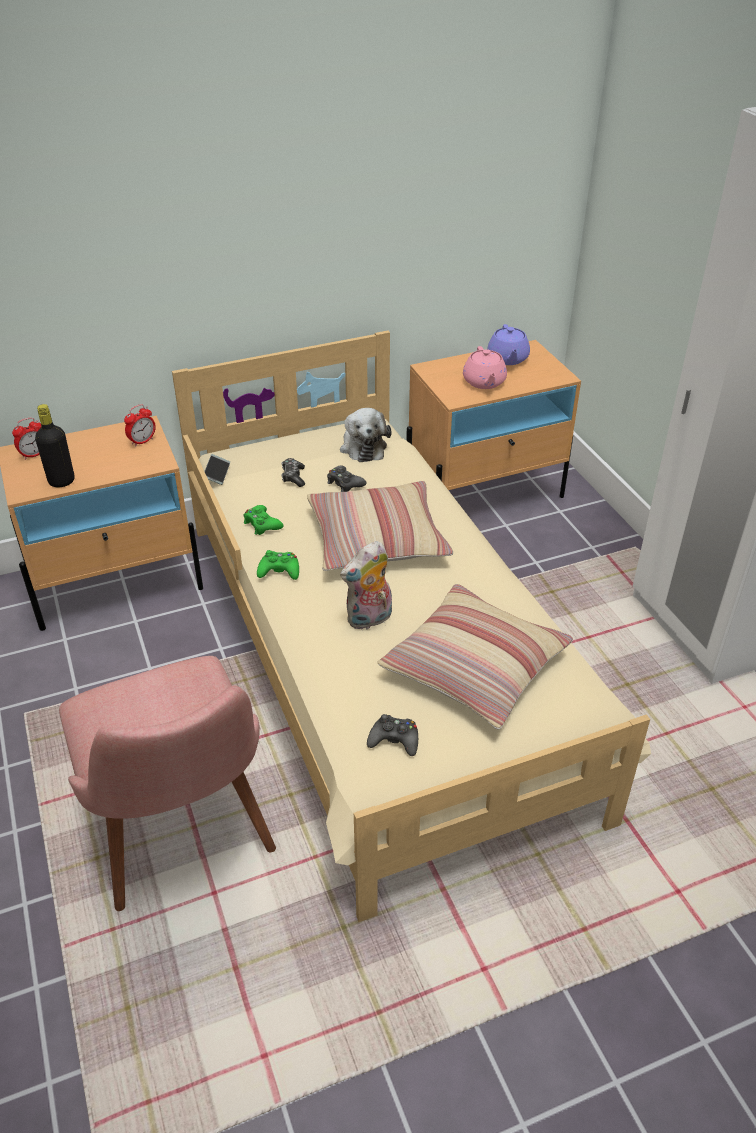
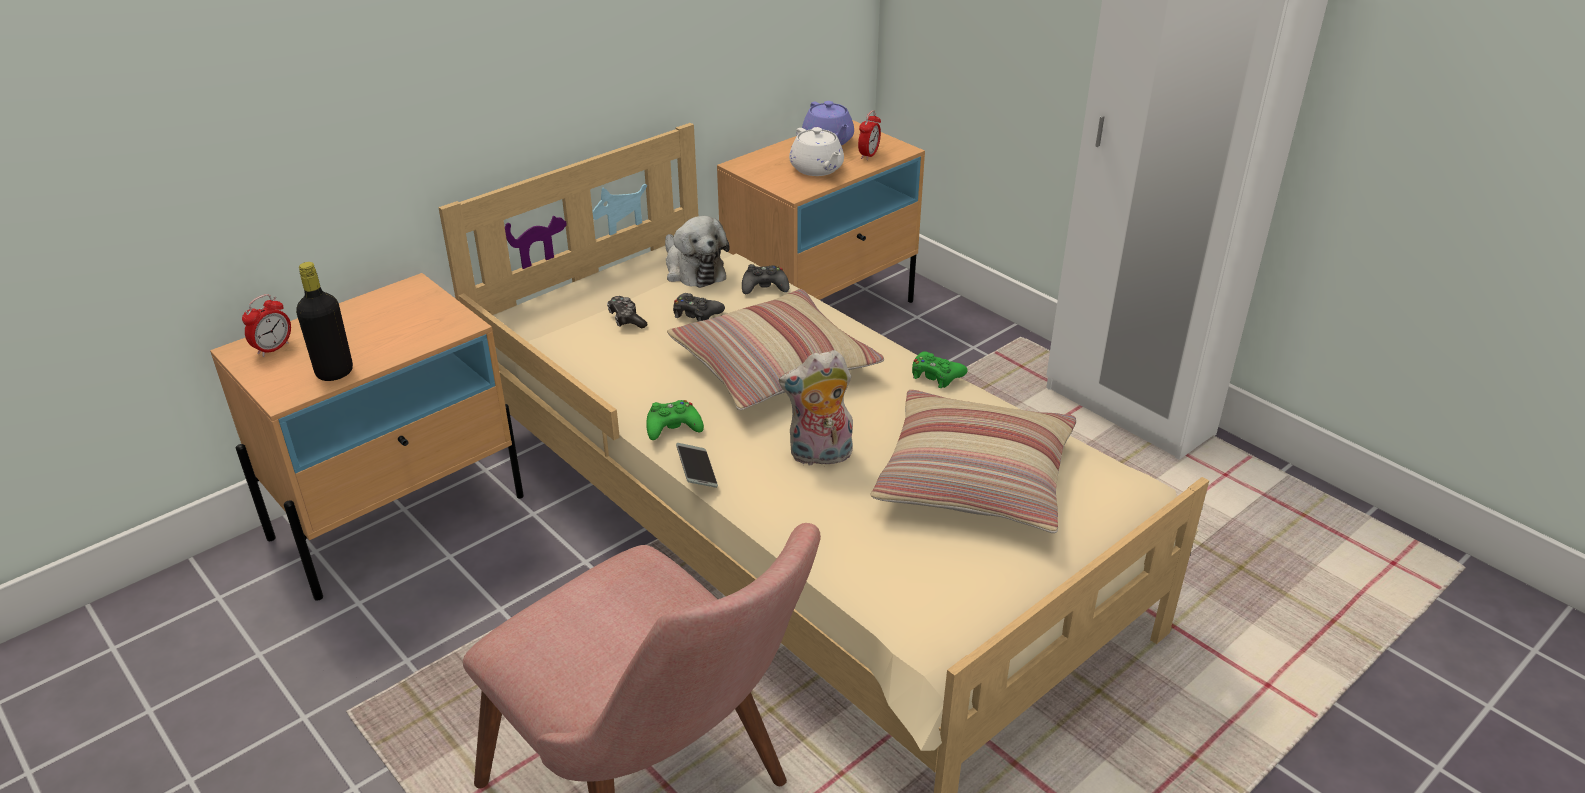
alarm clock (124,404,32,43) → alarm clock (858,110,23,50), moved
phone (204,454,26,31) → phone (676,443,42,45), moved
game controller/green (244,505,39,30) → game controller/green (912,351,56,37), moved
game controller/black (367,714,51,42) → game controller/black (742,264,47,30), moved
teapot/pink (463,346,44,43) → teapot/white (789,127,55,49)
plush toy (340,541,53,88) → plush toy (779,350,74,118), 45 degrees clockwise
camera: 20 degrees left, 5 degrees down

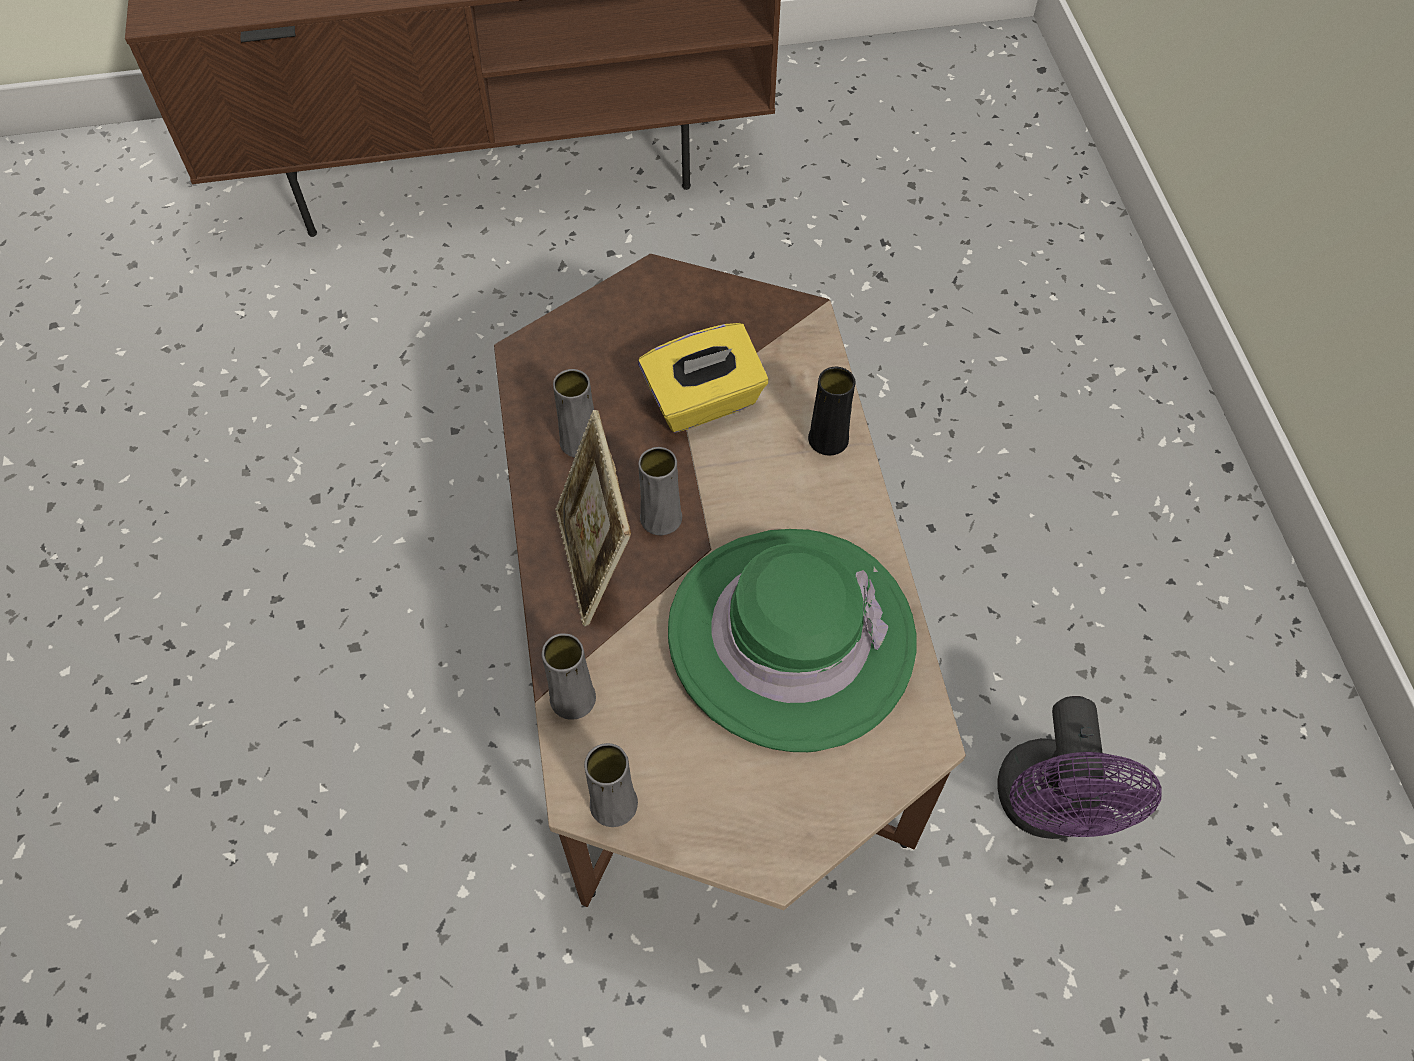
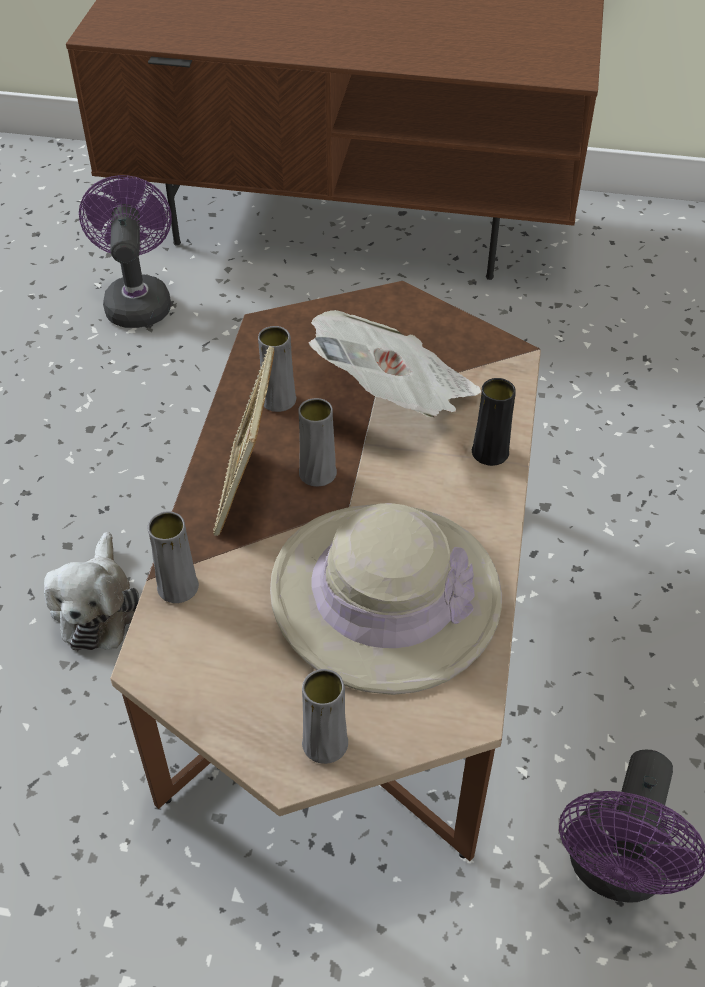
- → plush toy (44,532,95,118)
- → fan/purple (79,175,93,153)
vase/grey (584,743,54,84) → vase/grey (302,669,46,95), moved
tissue box/yellow (638,323,130,110) → newspaper (308,310,173,108)
hat/green (668,529,249,223) → hat/beige (270,503,232,192)
camera: 20 degrees right, 10 degrees down

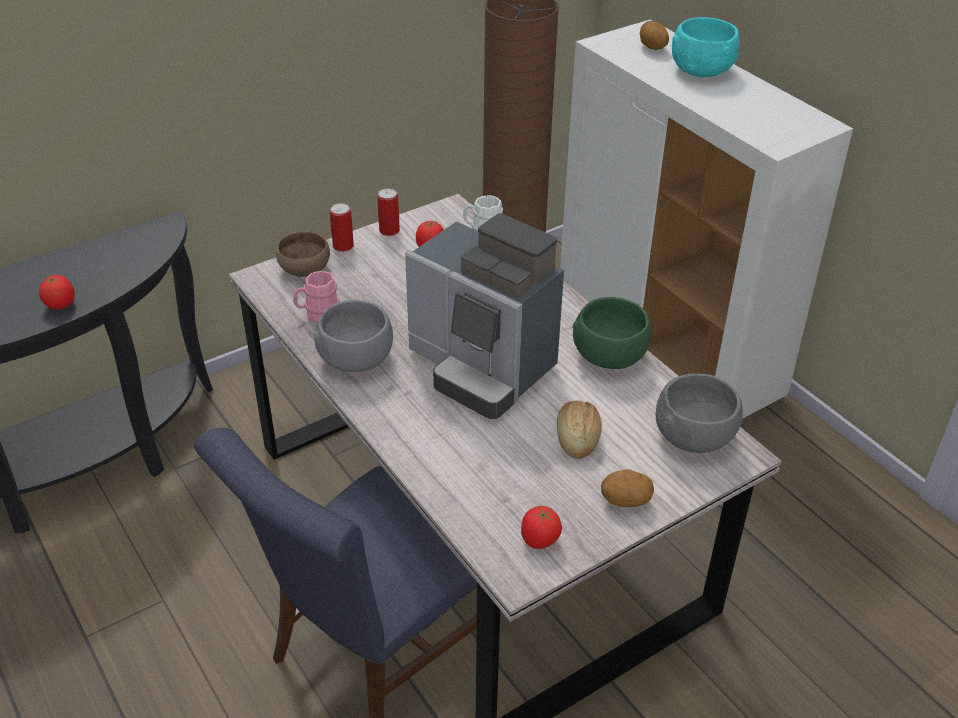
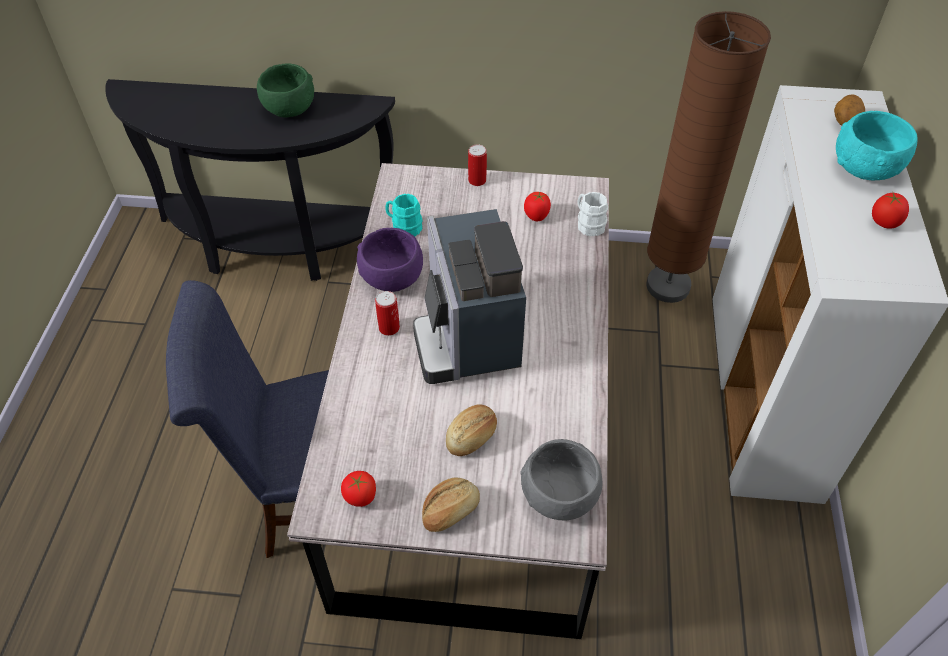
bowl/brown (276,232,54,45) → -
tomato (39,275,36,35) → tomato (872,191,37,38), moved
can (377,188,23,48) → can (375,291,25,45), moved
bowl/green (573,297,78,72) → bowl/green (257,63,57,55), moved
potato (601,470,53,37) → bread (422,478,58,54)
mug/pink (293,271,47,52) → mug/turquoise (385,194,38,42)
bowl/grey (314,300,79,72) → bowl/purple (357,228,66,64)
camera: 40 degrees right, 10 degrees up

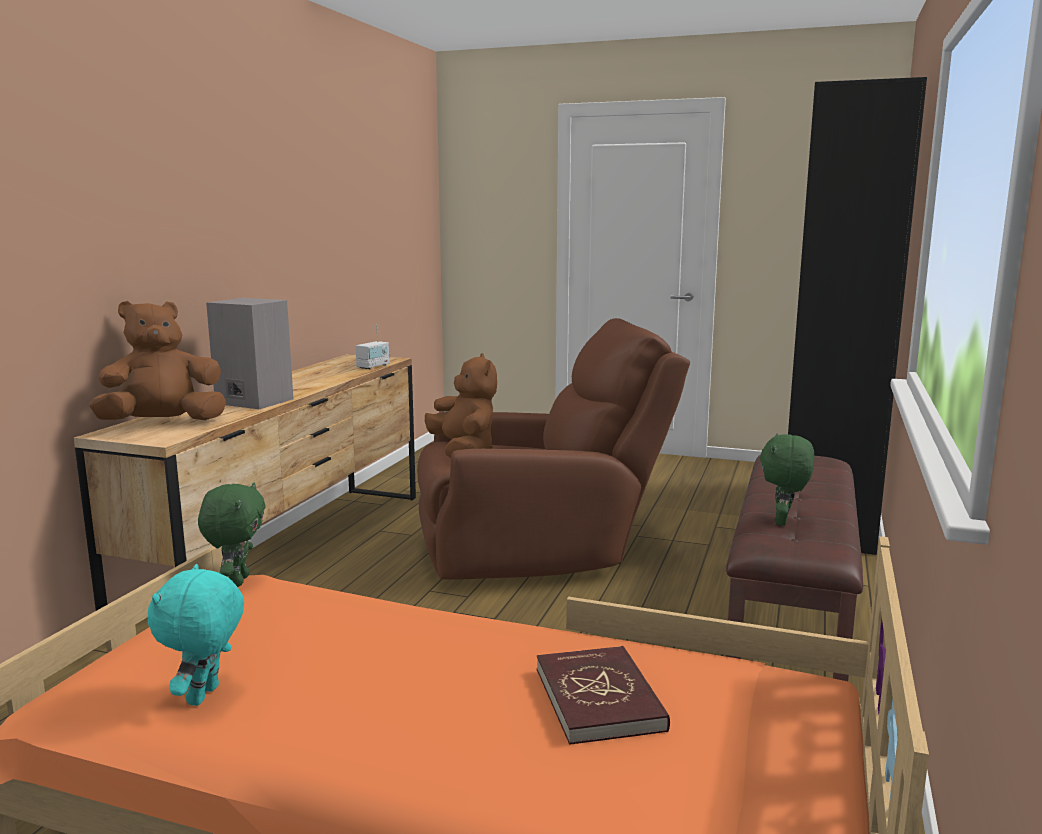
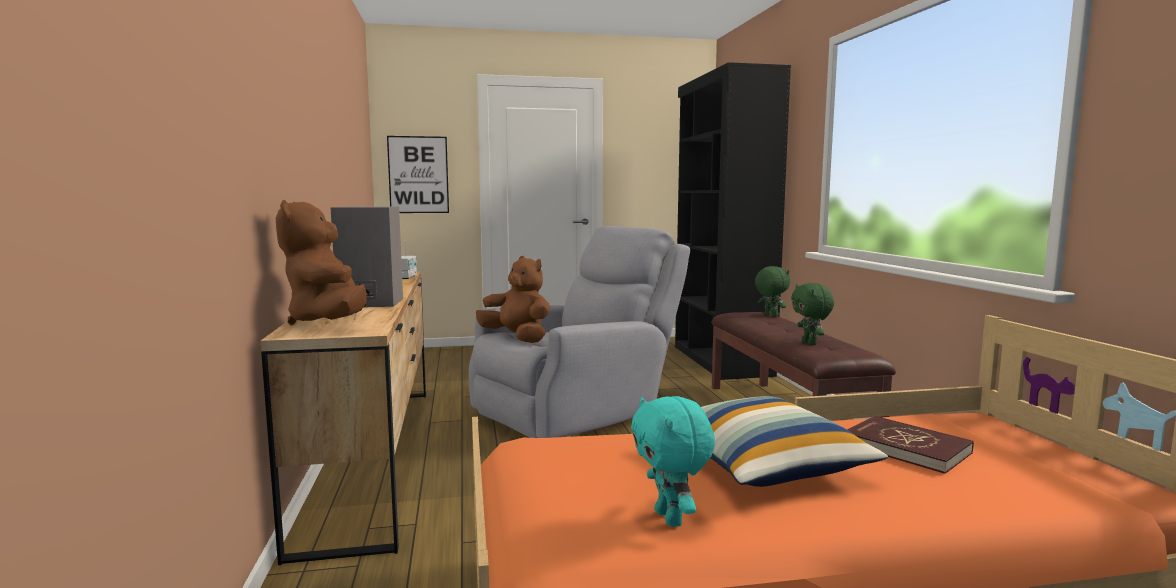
- → picture (387,136,62,77)
- → pillow (701,396,187,91)
plush toy/green (198,483,68,104) → plush toy/green (755,266,35,51), moved
armchair/brown (417,318,273,262) → armchair/grey (469,226,221,212)
plush toy/brown (89,301,137,119) → plush toy/brown (276,200,91,125), 45 degrees counterclockwise
camera: 30 degrees left, 5 degrees down

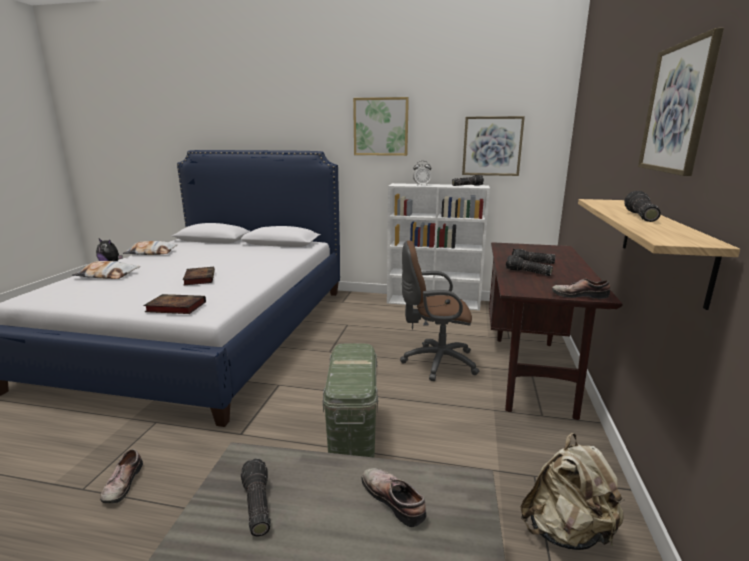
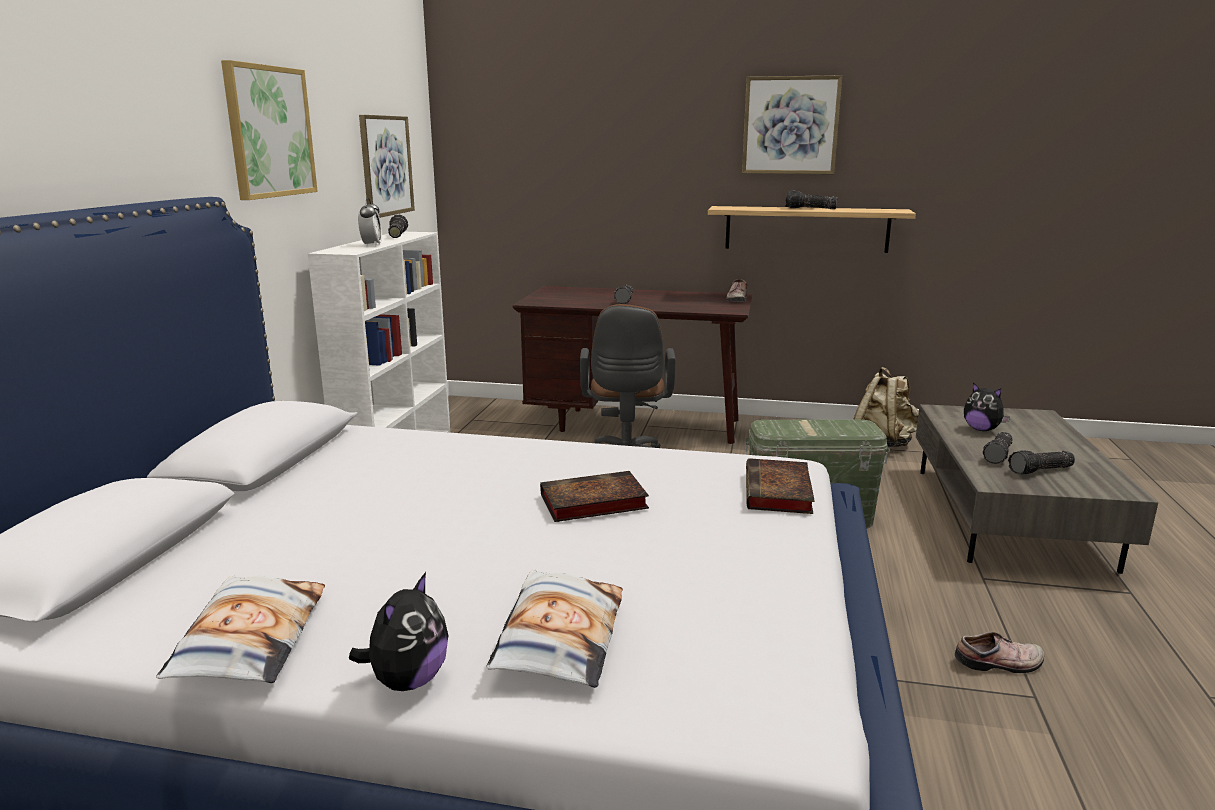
flashlight (506,255,47,21) → flashlight (983,432,30,32), moved
shoe (362,468,65,59) → plush toy (964,382,46,49)
camera: 90 degrees left, 0 degrees up

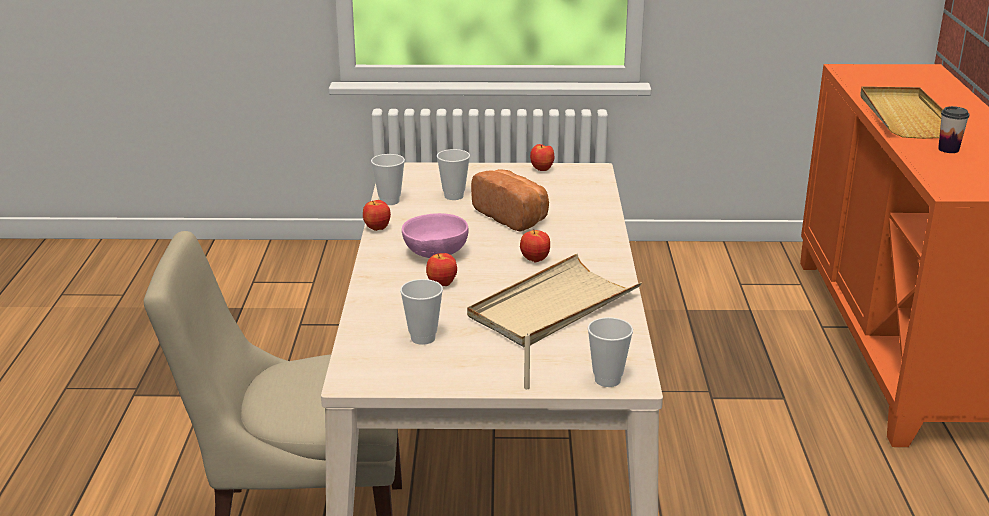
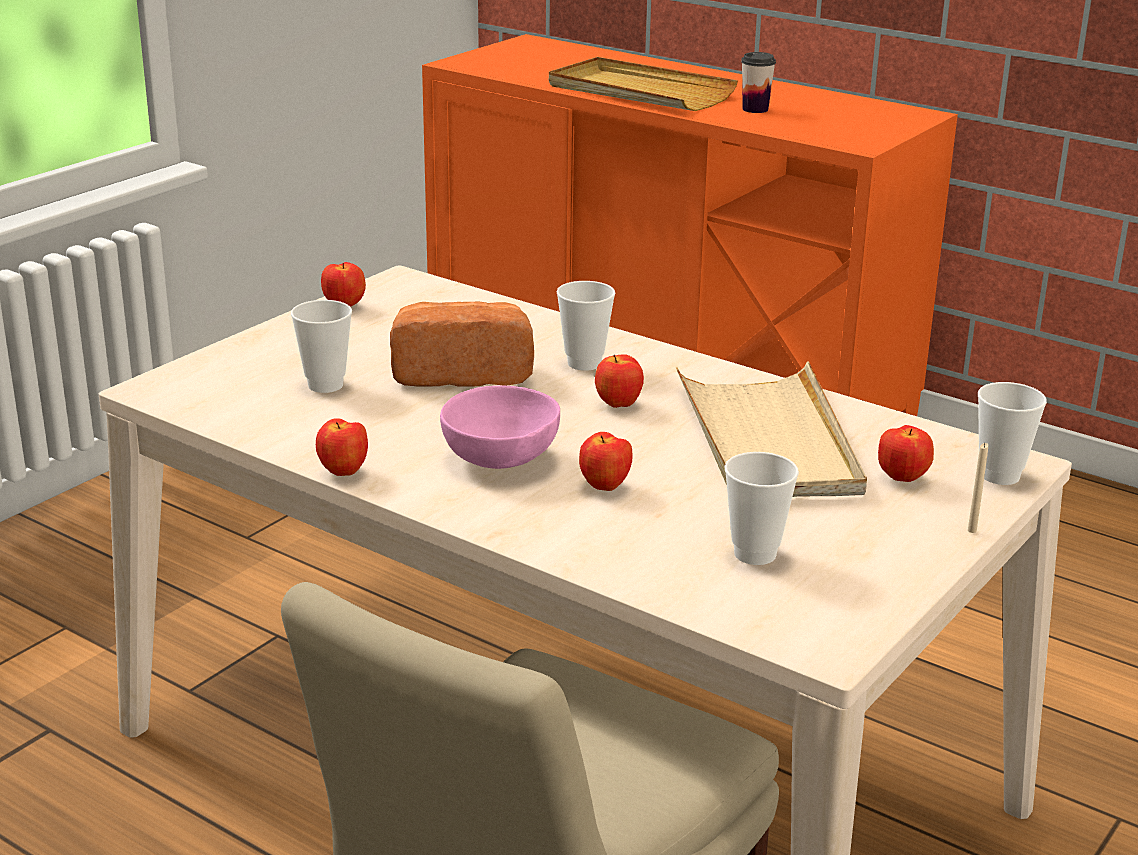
- → apple (878,425,56,57)
cup (371,154,34,51) → cup (557,281,58,90), moved
camera: 55 degrees left, 0 degrees up

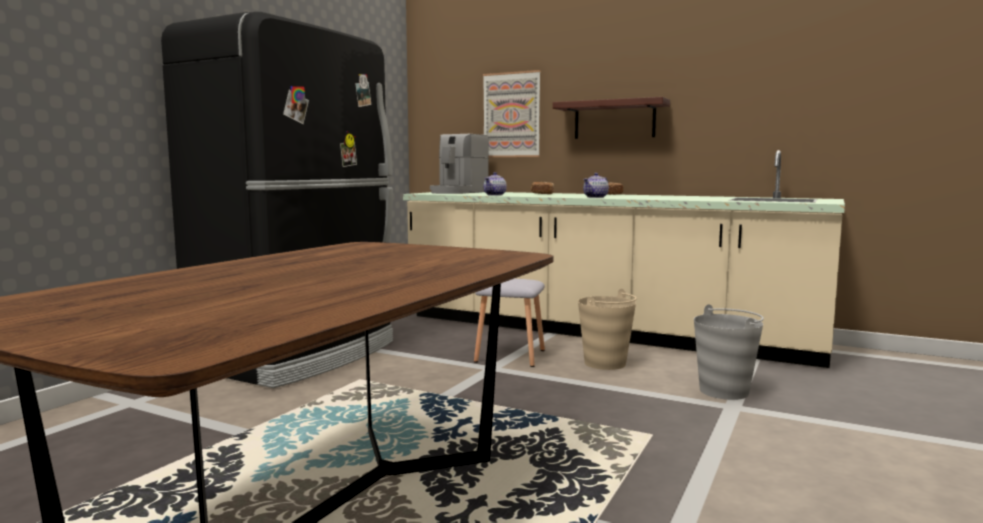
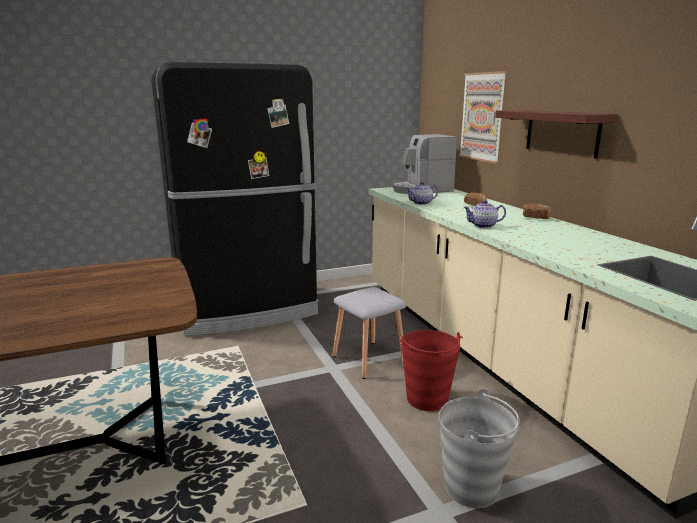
bucket/beige (578,289,59,81) → bucket/red (400,330,63,81)
camera: 40 degrees right, 10 degrees up

